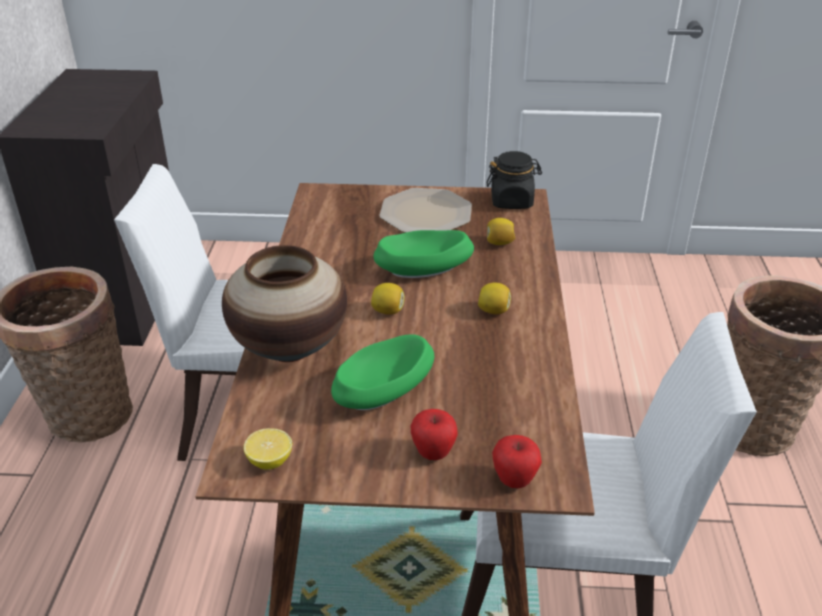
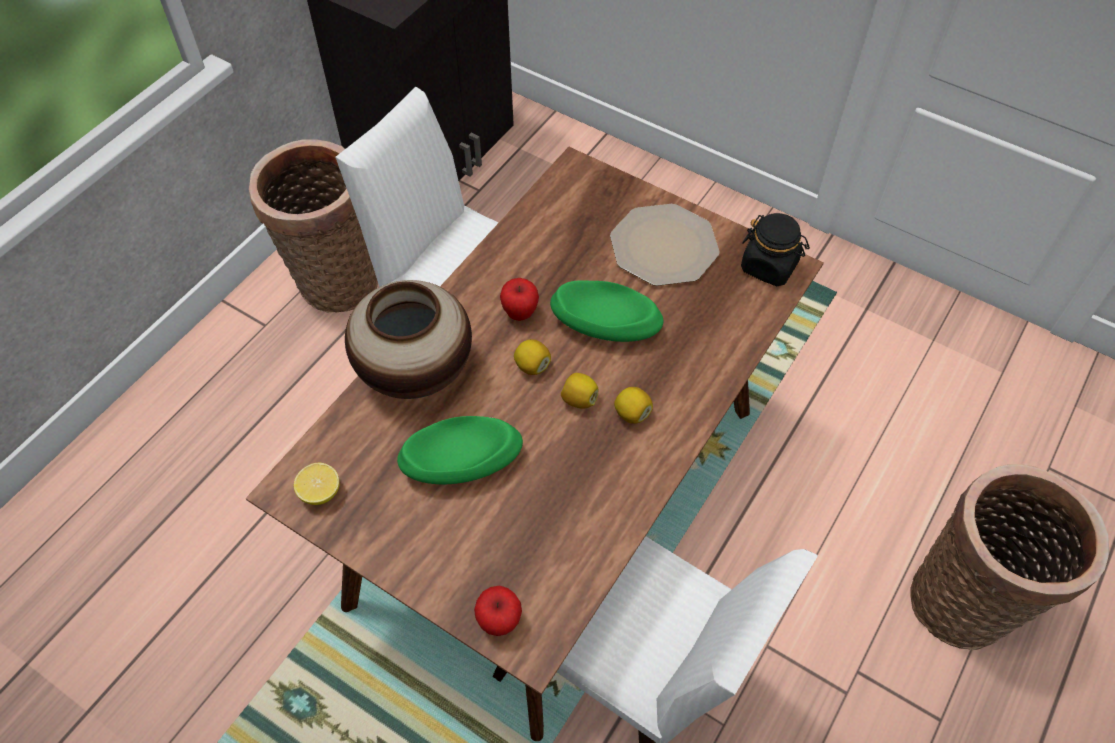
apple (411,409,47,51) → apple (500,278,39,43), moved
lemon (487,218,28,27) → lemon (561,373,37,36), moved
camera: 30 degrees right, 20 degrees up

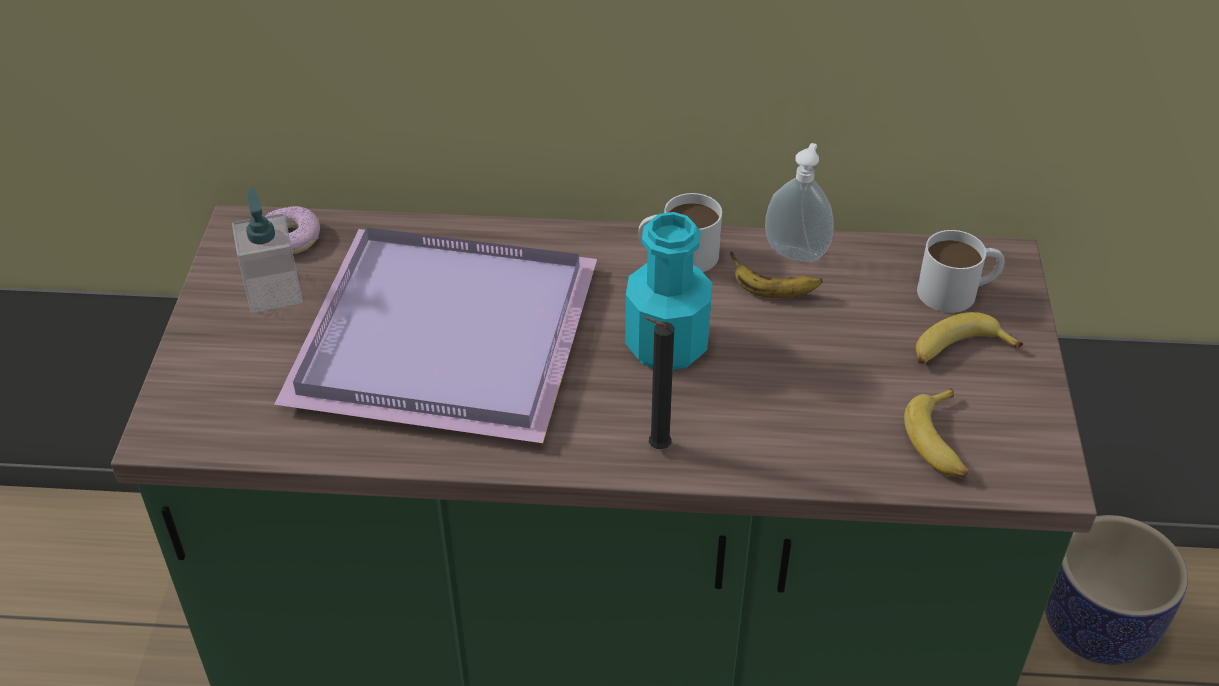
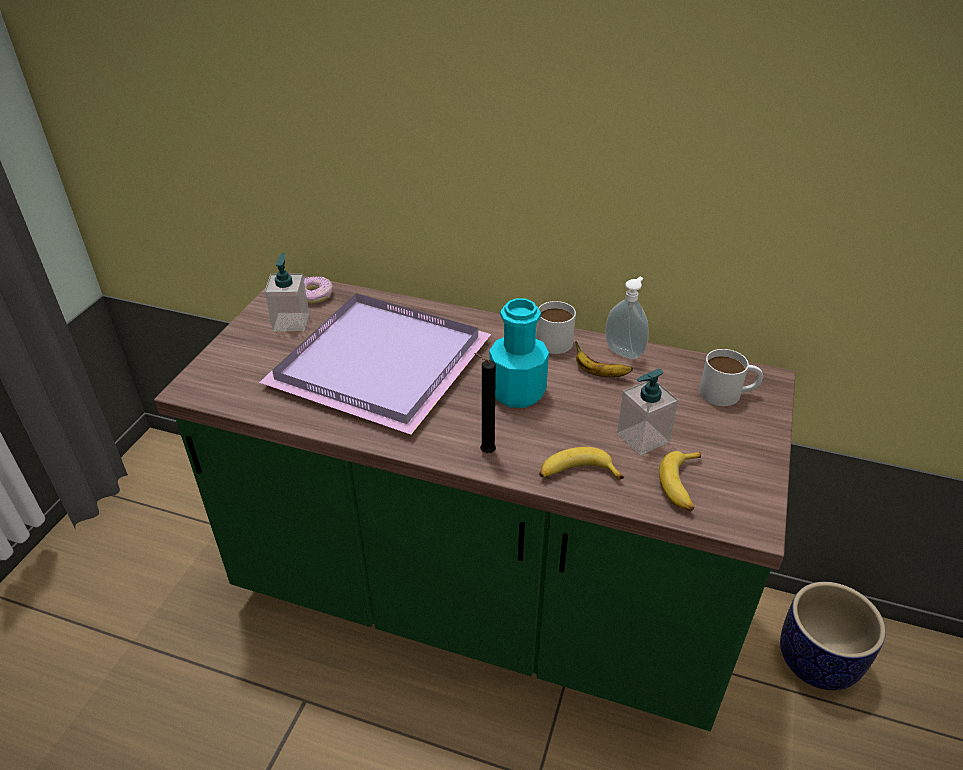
- → soap dispenser (617,369,61,86)
banana (916,312,107,52) → banana (539,447,85,33), moved
camera: 15 degrees right, 5 degrees down

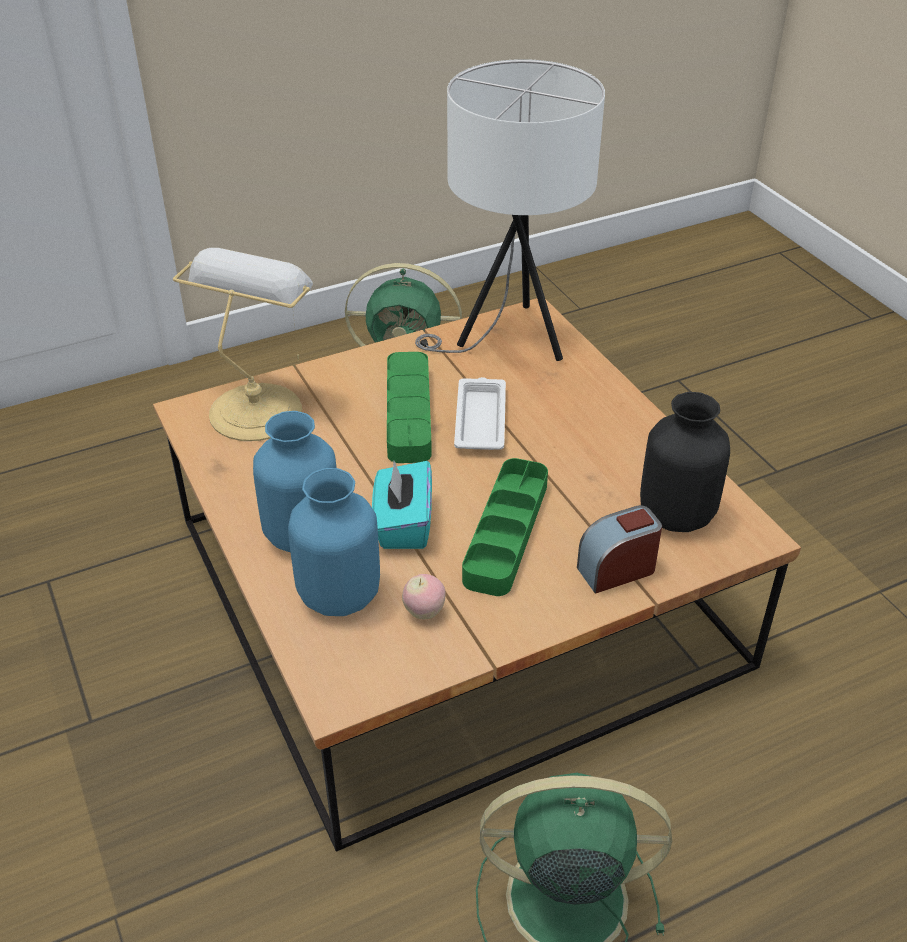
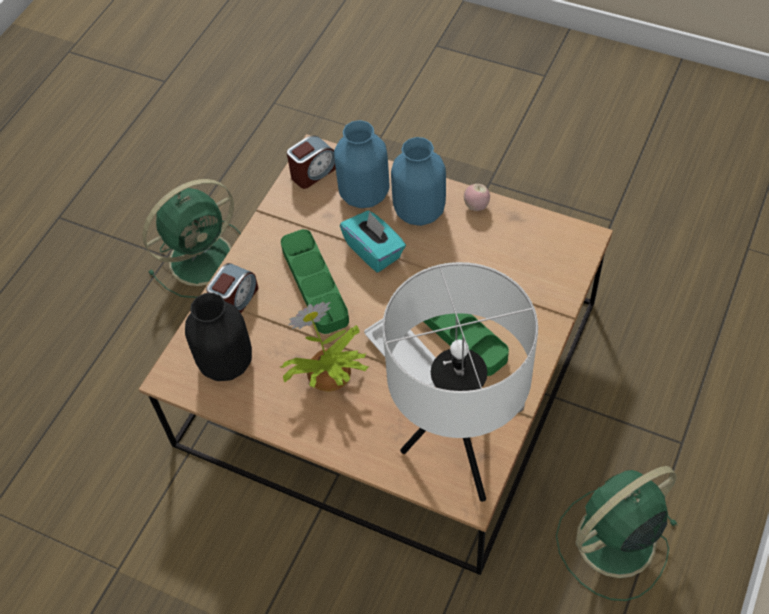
table lamp (173,248,140,193) → -
- → potted plant (280,301,89,90)
- → alarm clock (287,135,49,54)
apple (402,574,44,45) → apple (464,184,26,27), moved
camera: 145 degrees right, 15 degrees up

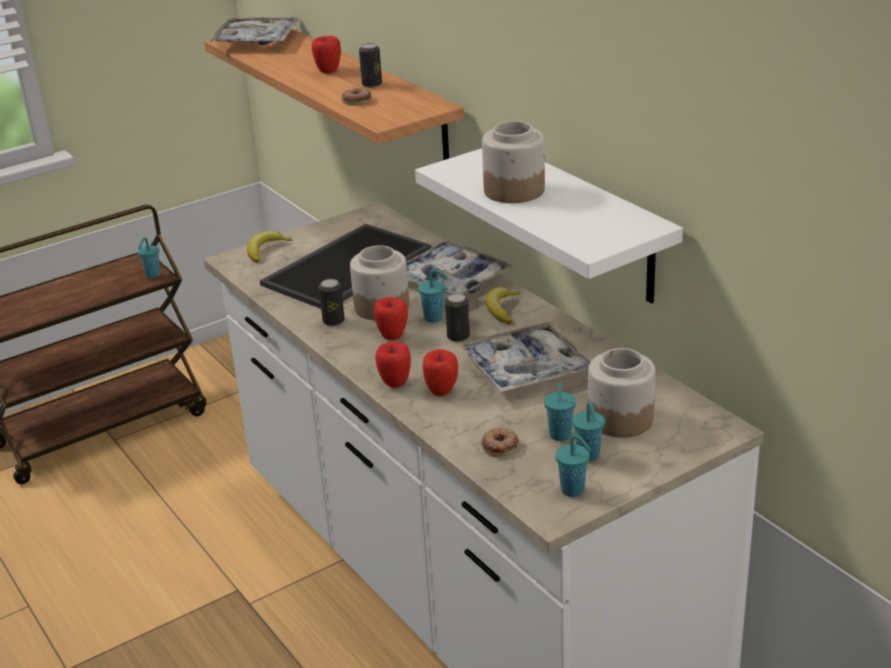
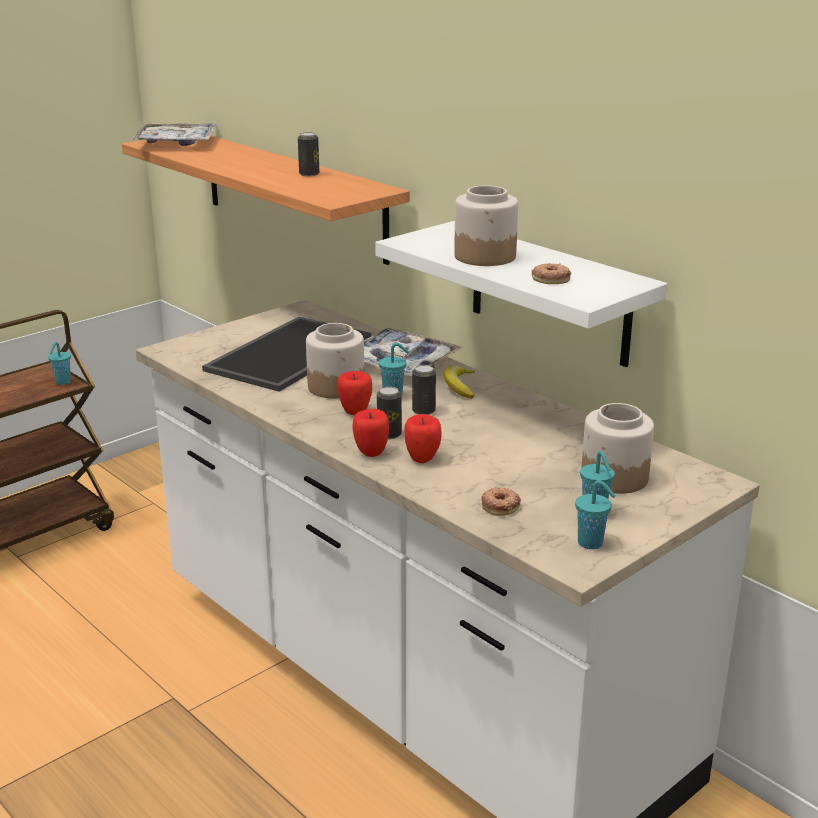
banana (247,231,46,32) → -
apple (312,36,29,38) → -
tray (460,322,131,71) → -
cup/turquoise (544,382,32,59) → -
can (319,279,26,47) → can (377,386,25,53), moved
donut (342,88,30,18) → donut (532,263,39,21), moved
camera: 10 degrees left, 5 degrees down

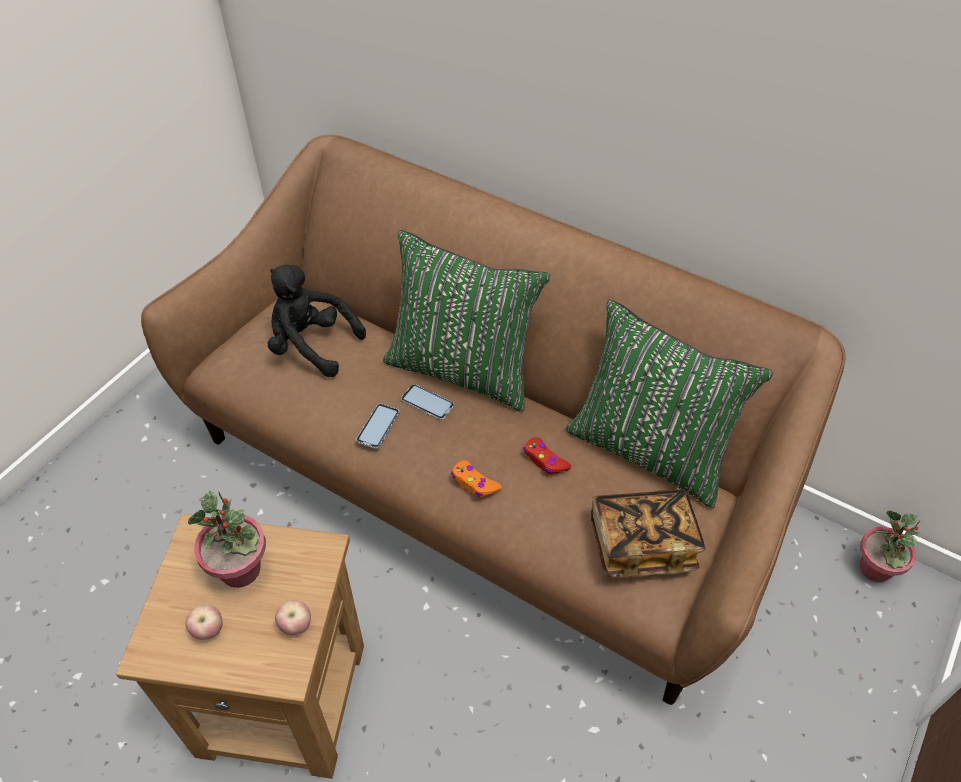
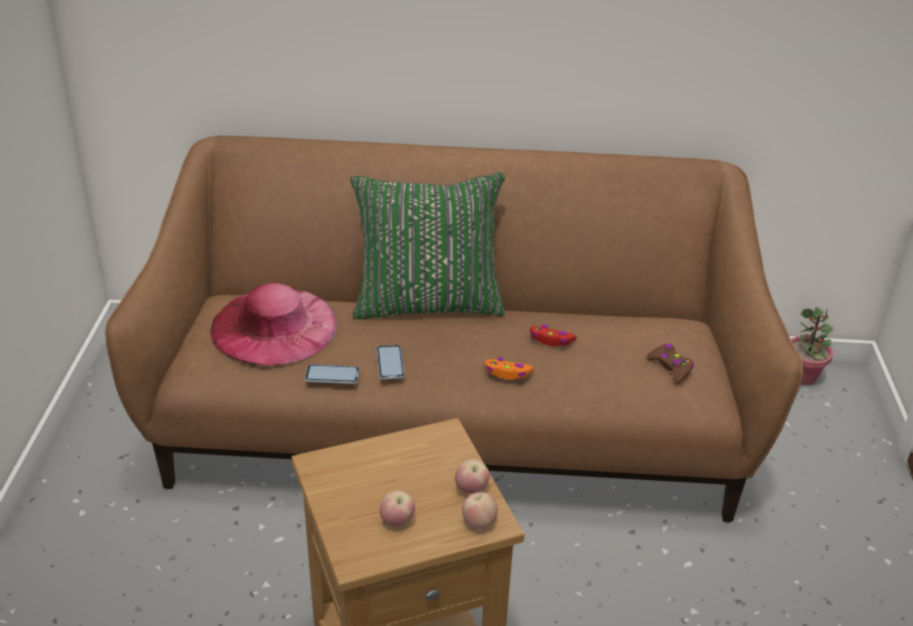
potted plant (188,491,78,97) → -
pillow/green (566,300,208,209) → -
- → apple (462,492,36,38)
phone (401,384,53,36) → phone (305,364,55,20), moved
plush toy/black (267,264,99,113) → hat/pink (210,283,128,83)
book (591,489,114,89) → game controller/brown (647,344,47,39)
camera: 30 degrees left, 15 degrees down

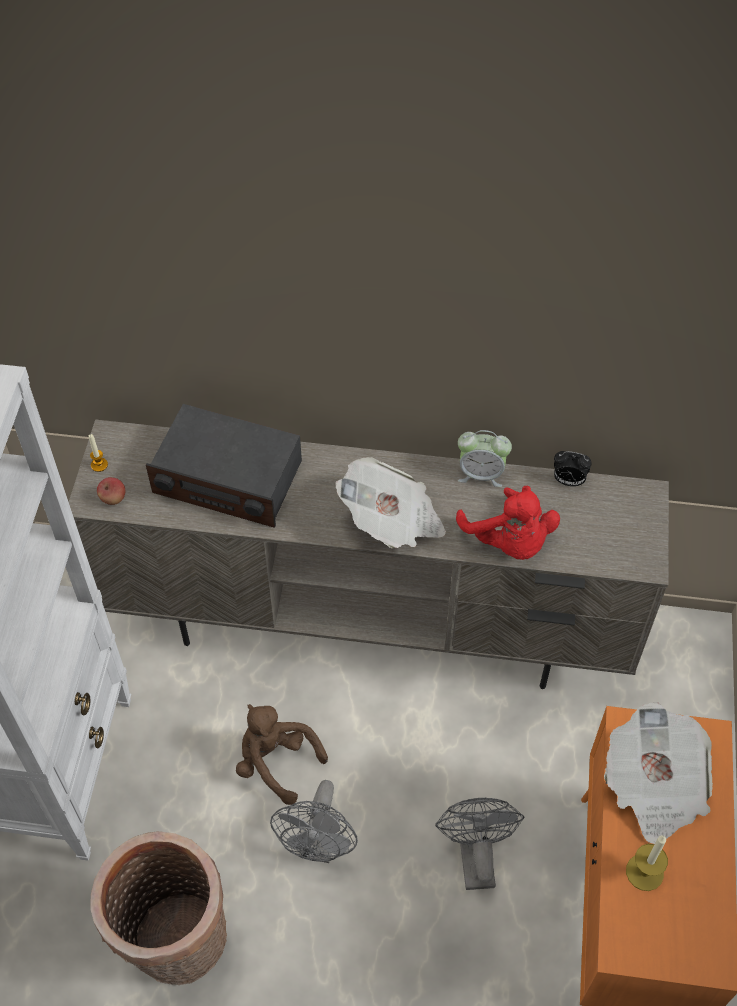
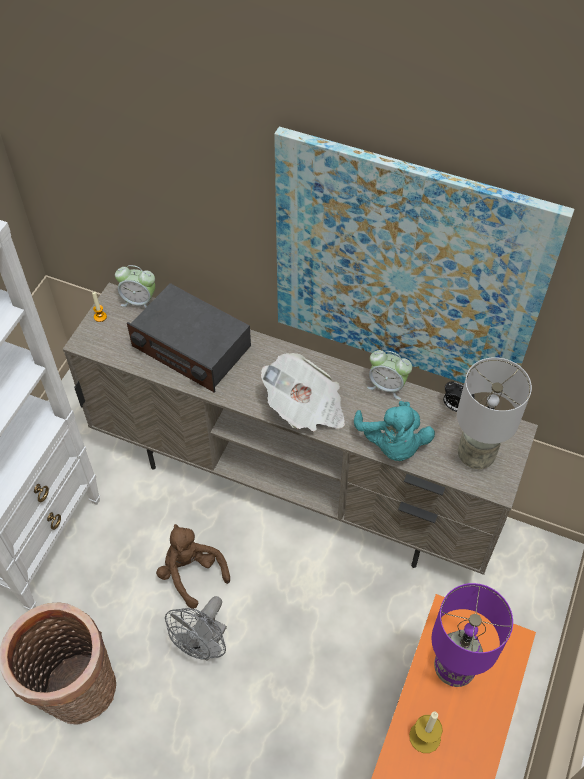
apple (97,477,28,28) → -
fan/grey (435,798,89,92) → -
- → alarm clock (115,265,40,43)
- → picture (274,126,301,257)
- → table lamp/grey (457,357,75,112)
newspaper (604,702,109,142) → table lamp/purple (432,583,81,104)
plush toy/red (456,486,104,74) → plush toy/turquoise (354,401,81,60)
camera: 15 degrees right, 0 degrees up

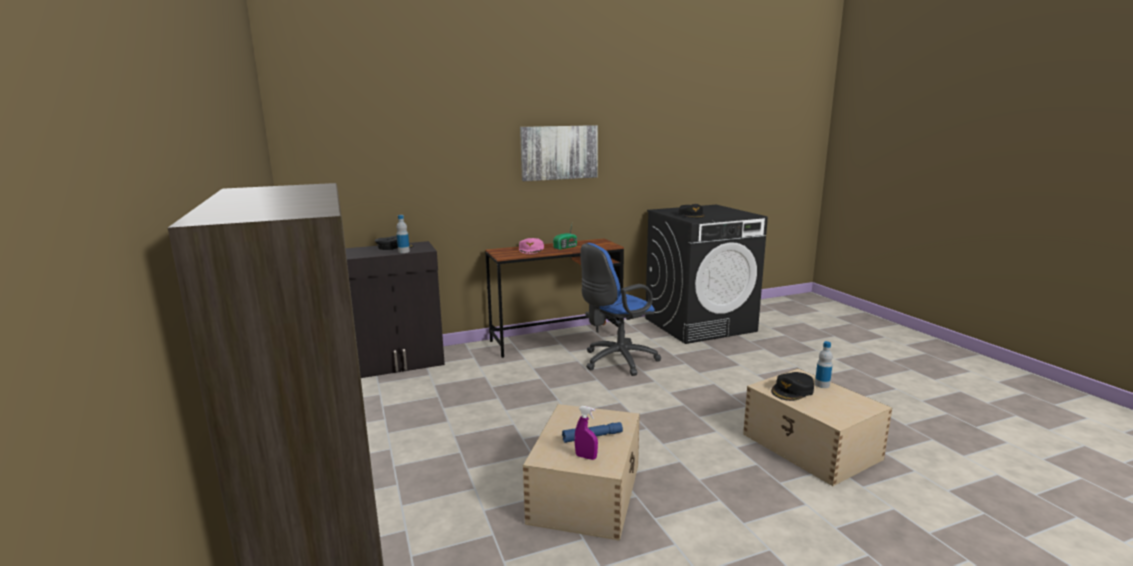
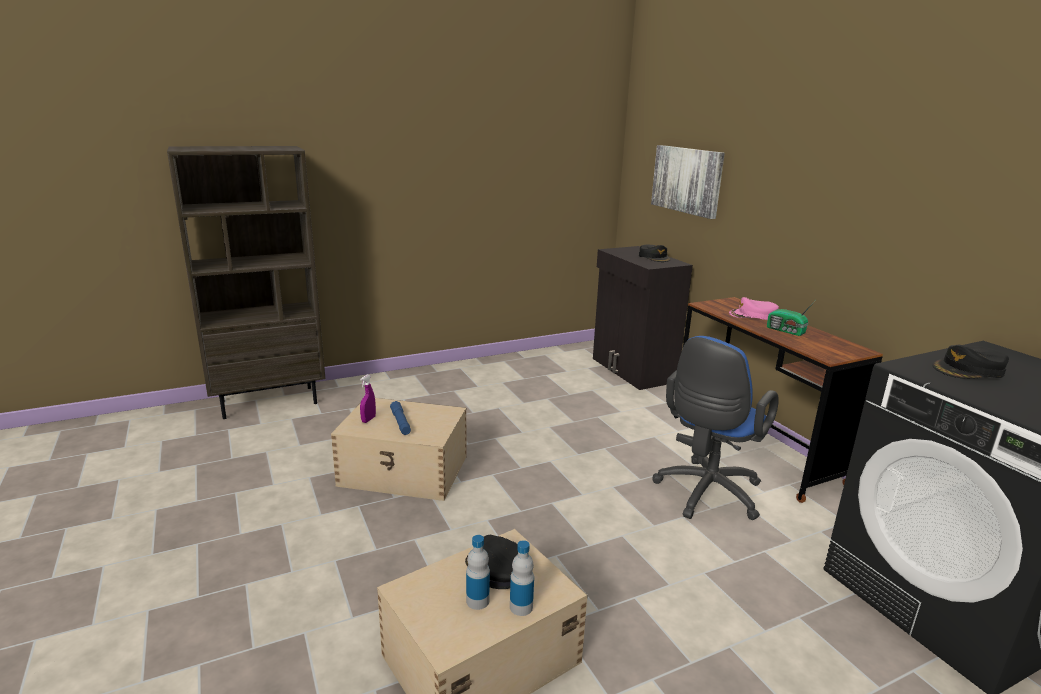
bottle (396,215,14,38) → bottle (466,535,24,75), moved
picture (520,125,78,56) → picture (651,145,74,74), moved
office chair/blue (580,243,81,133) → office chair/blue (652,336,127,184), 105 degrees counterclockwise
camera: 85 degrees right, 5 degrees up

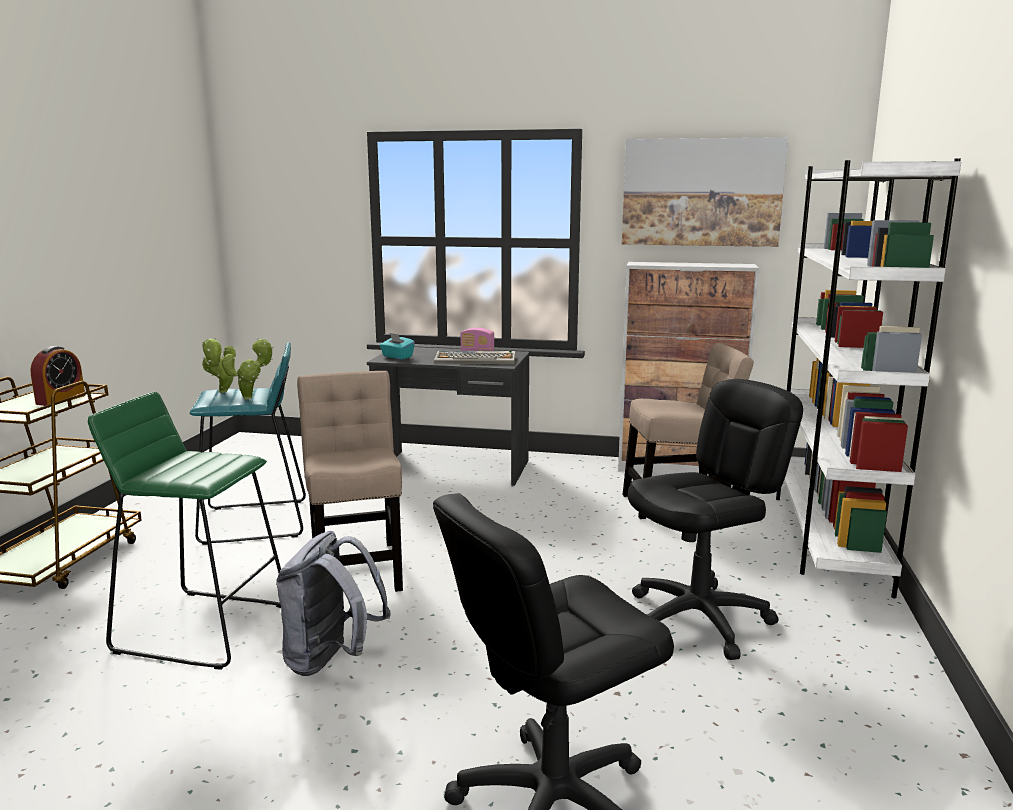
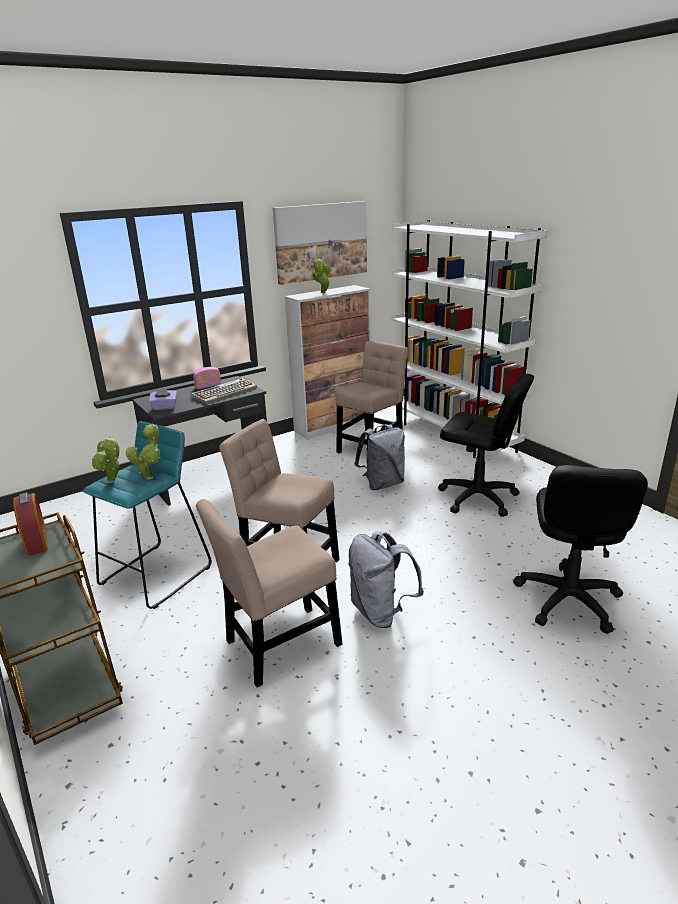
- → potted plant (312,259,18,34)
- → backpack/grey (354,424,51,66)
stool/green (88,392,193,277) → chair/beige (196,499,146,188)
tissue box/turquoise (380,333,35,27) → tissue box/purple (149,389,28,21)
office chair/black (628,379,175,281) → office chair/black (438,374,96,143), 105 degrees clockwise
camera: 45 degrees left, 10 degrees up

